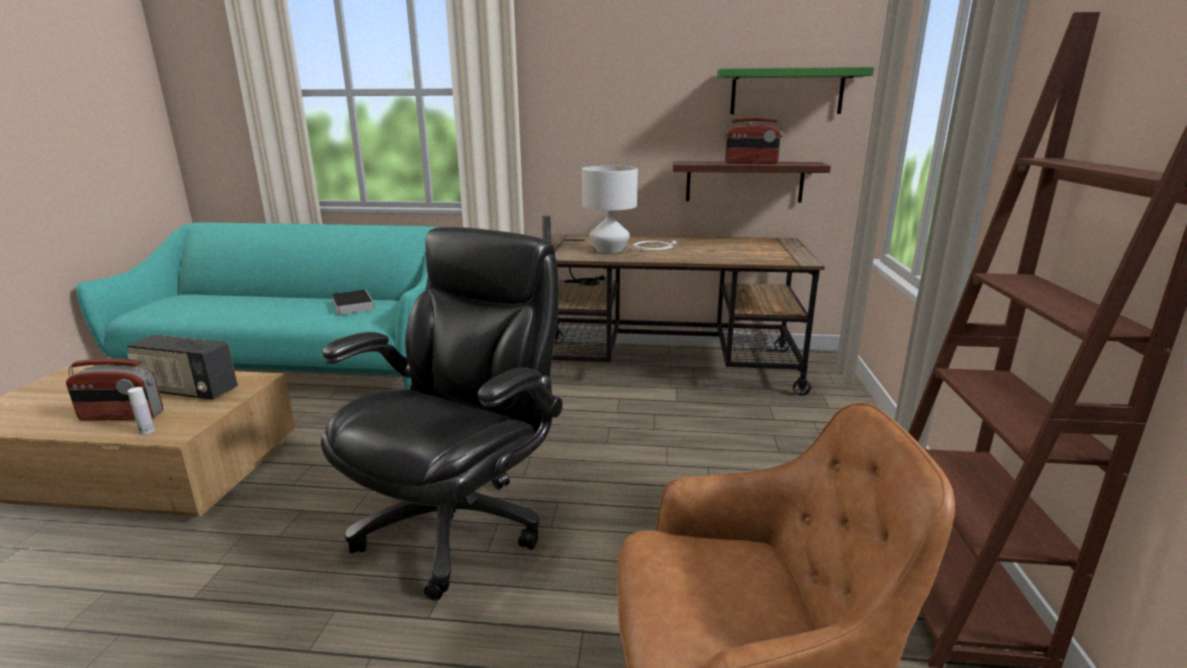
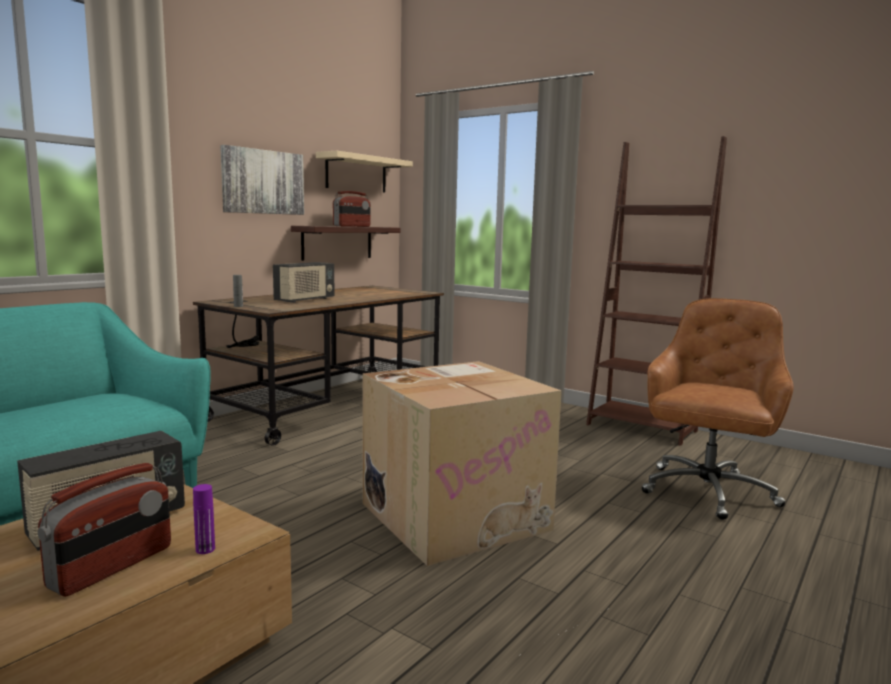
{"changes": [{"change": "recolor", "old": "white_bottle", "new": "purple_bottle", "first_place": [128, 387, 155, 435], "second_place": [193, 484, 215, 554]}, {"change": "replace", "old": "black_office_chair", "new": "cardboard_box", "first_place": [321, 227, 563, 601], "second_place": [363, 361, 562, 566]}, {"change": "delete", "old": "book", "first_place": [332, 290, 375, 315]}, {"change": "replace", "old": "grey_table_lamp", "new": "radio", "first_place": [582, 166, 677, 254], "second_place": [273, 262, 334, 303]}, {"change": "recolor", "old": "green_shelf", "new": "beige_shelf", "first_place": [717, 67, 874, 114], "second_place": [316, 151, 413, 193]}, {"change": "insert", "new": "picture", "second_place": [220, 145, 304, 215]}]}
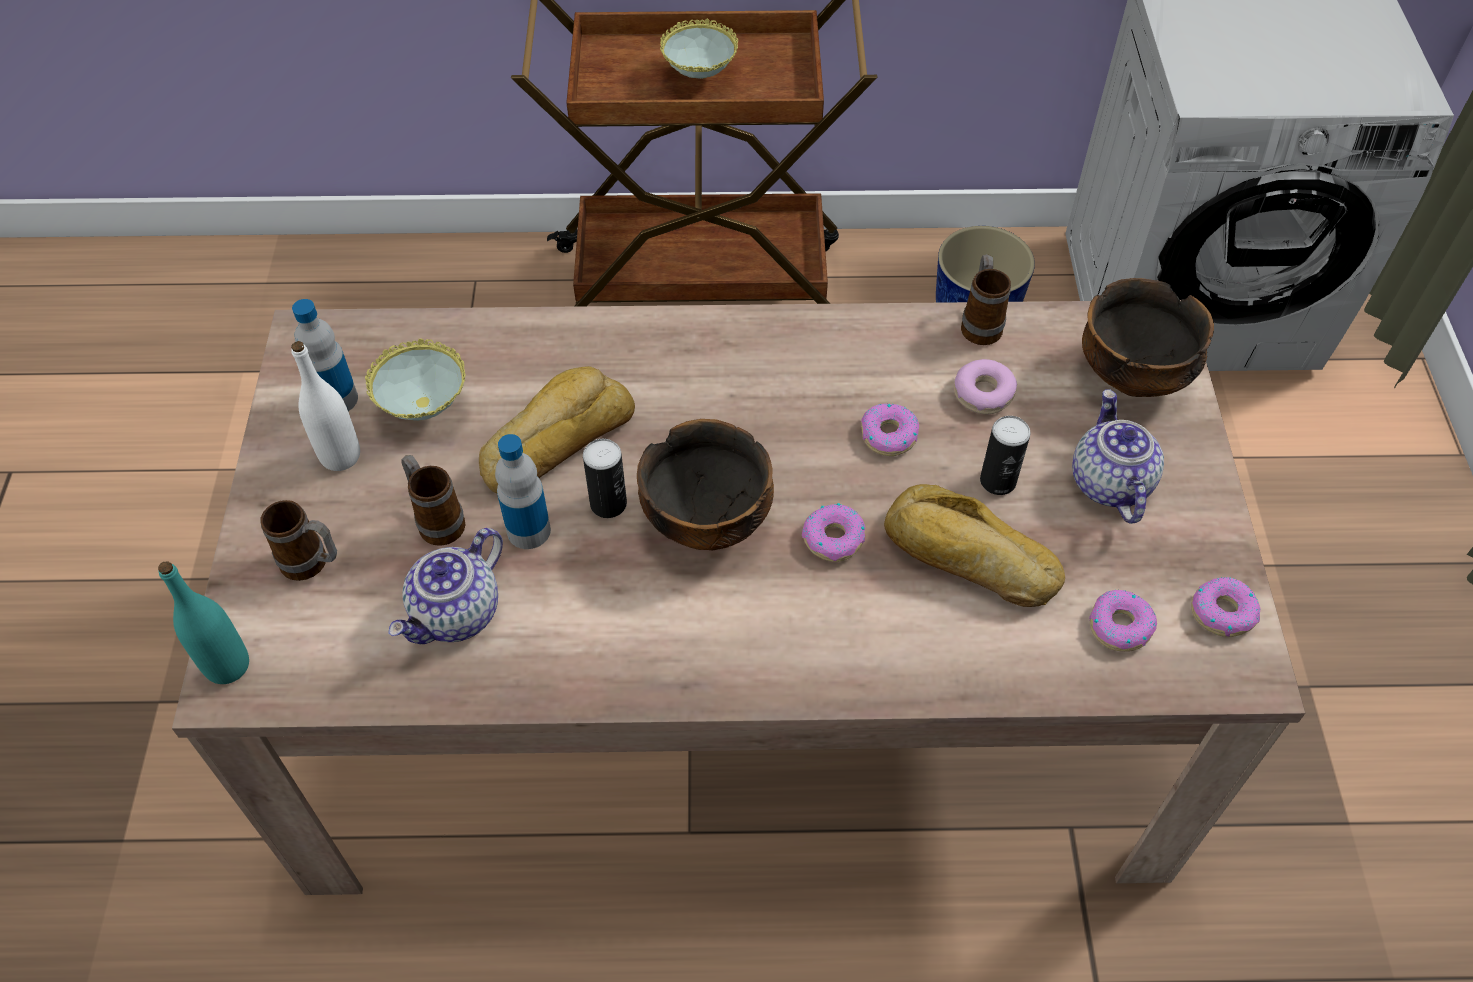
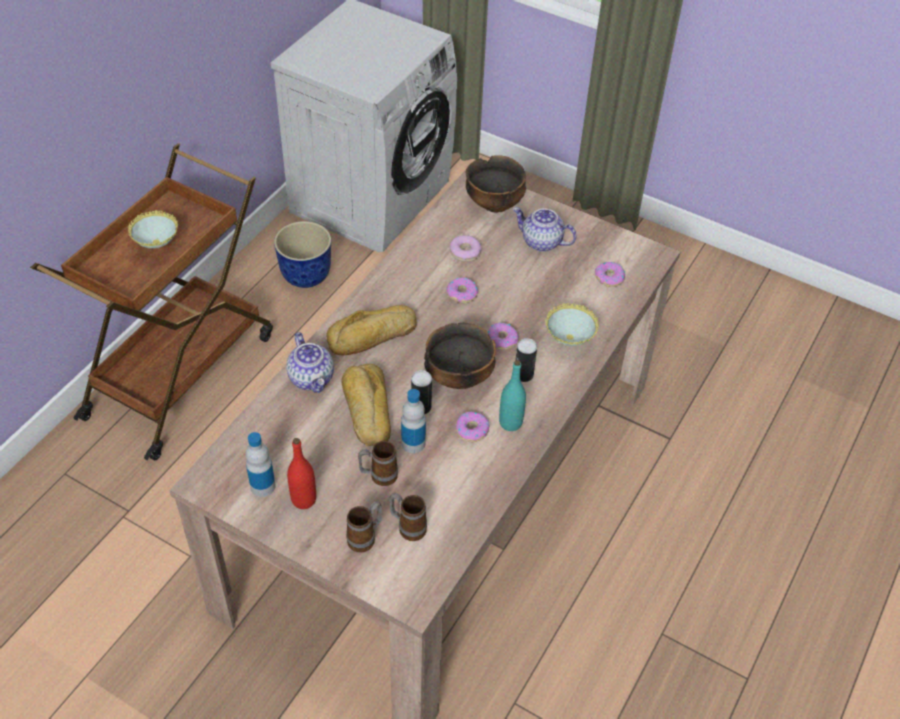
{"changes": [{"change": "move", "old": "turquoise_bottle", "first_place": [158, 561, 249, 684], "second_place": [499, 360, 526, 431]}, {"change": "recolor", "old": "white_bottle", "new": "red_bottle", "first_place": [291, 341, 360, 471], "second_place": [287, 438, 316, 509]}, {"change": "move", "old": "bowl", "first_place": [365, 338, 465, 421], "second_place": [545, 303, 599, 346]}, {"change": "move", "old": "teapot", "first_place": [388, 528, 503, 644], "second_place": [286, 332, 334, 393]}, {"change": "move", "old": "bread", "first_place": [884, 484, 1065, 607], "second_place": [326, 305, 417, 355]}, {"change": "move", "old": "mug", "first_place": [961, 254, 1011, 345], "second_place": [389, 493, 427, 541]}, {"change": "move", "old": "can", "first_place": [980, 416, 1031, 495], "second_place": [516, 338, 537, 382]}, {"change": "move", "old": "donut", "first_place": [1191, 577, 1261, 637], "second_place": [456, 411, 490, 442]}]}
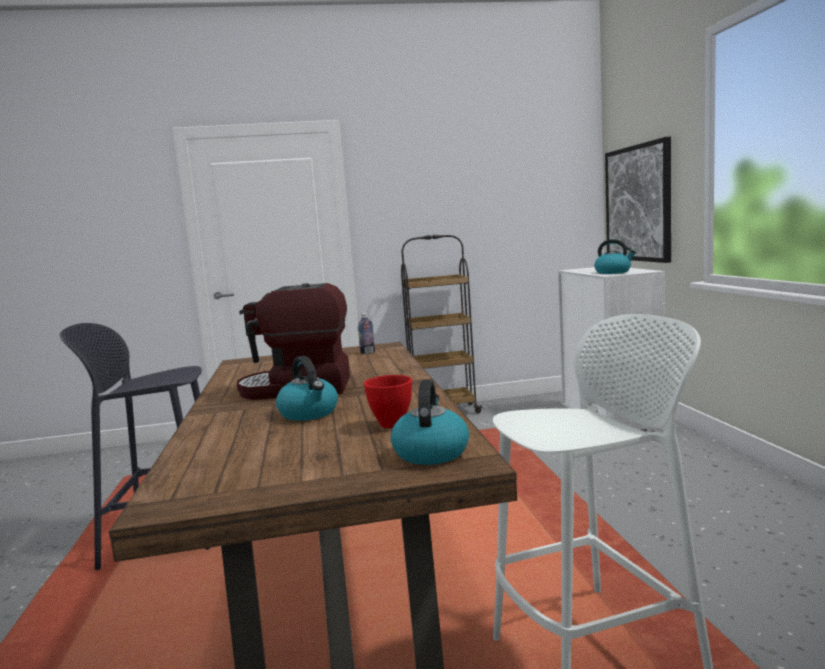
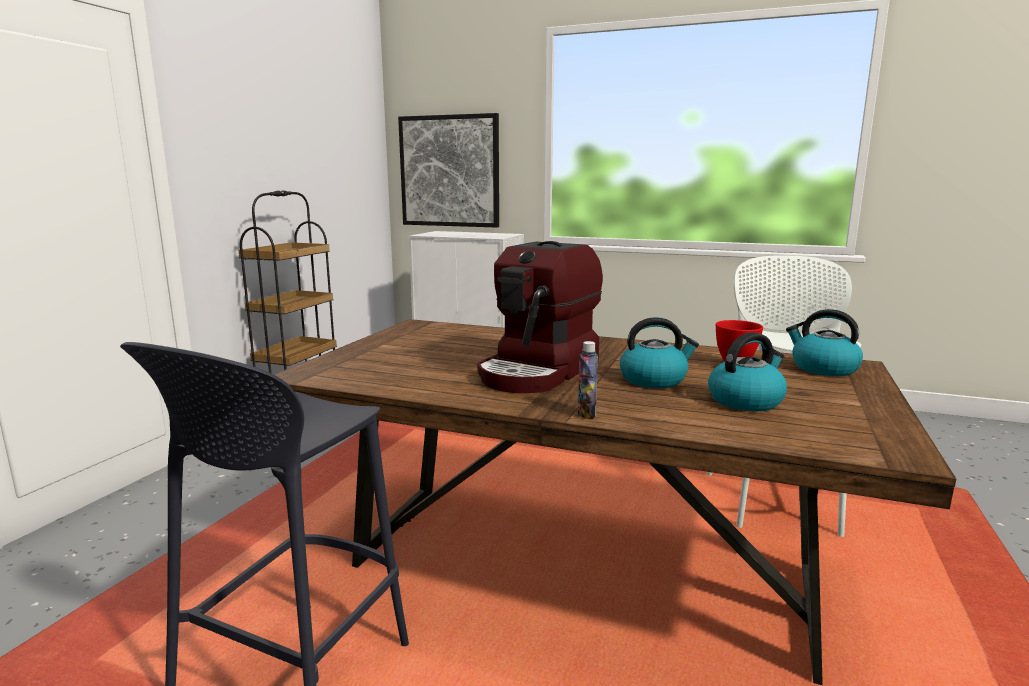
{"changes": [{"change": "move", "old": "bottle", "first_place": [358, 313, 375, 354], "second_place": [578, 341, 598, 419]}, {"change": "move", "old": "kettle", "first_place": [594, 239, 636, 274], "second_place": [708, 332, 787, 412]}]}
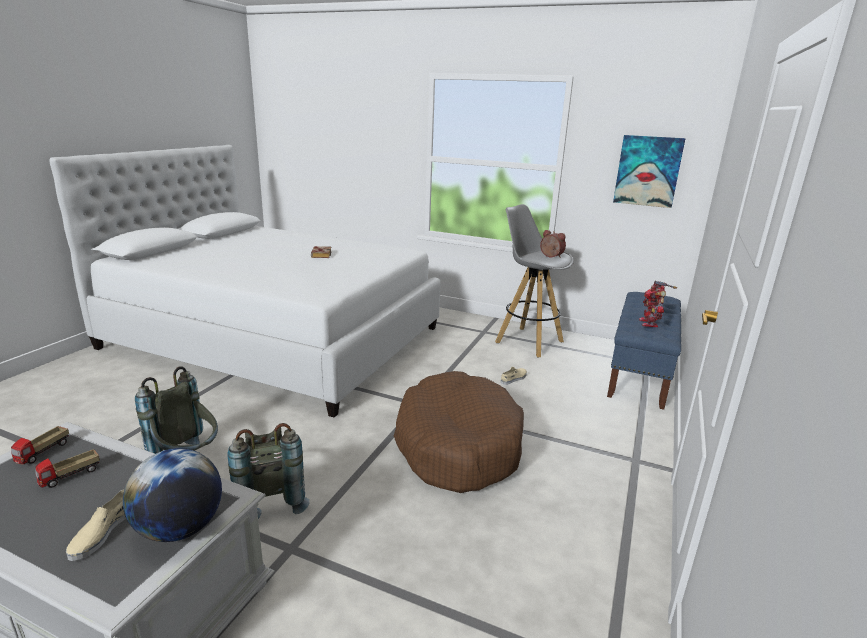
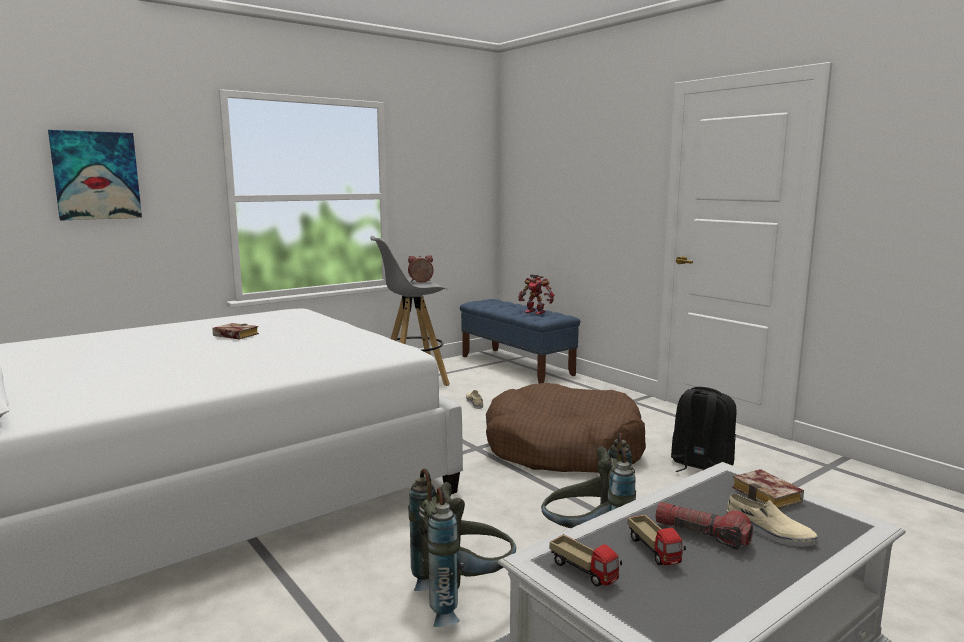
{"changes": [{"change": "replace", "old": "globe", "new": "book", "first_place": [123, 448, 222, 542], "second_place": [732, 469, 804, 509]}, {"change": "move", "old": "picture", "first_place": [613, 135, 686, 208], "second_place": [48, 130, 142, 220]}, {"change": "insert", "new": "flashlight", "second_place": [655, 502, 753, 550]}, {"change": "insert", "new": "black_backpack", "second_place": [671, 387, 736, 472]}]}
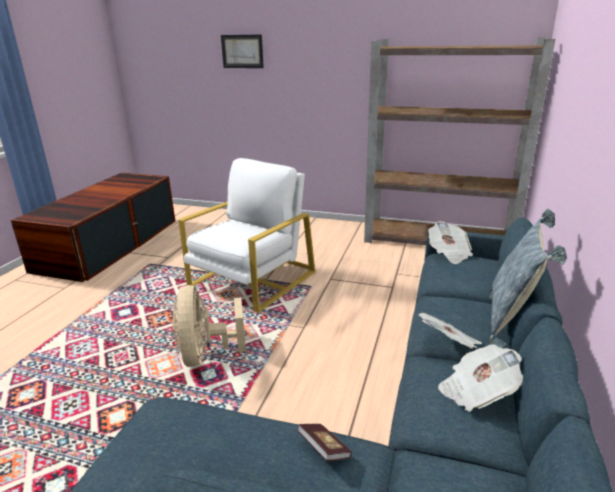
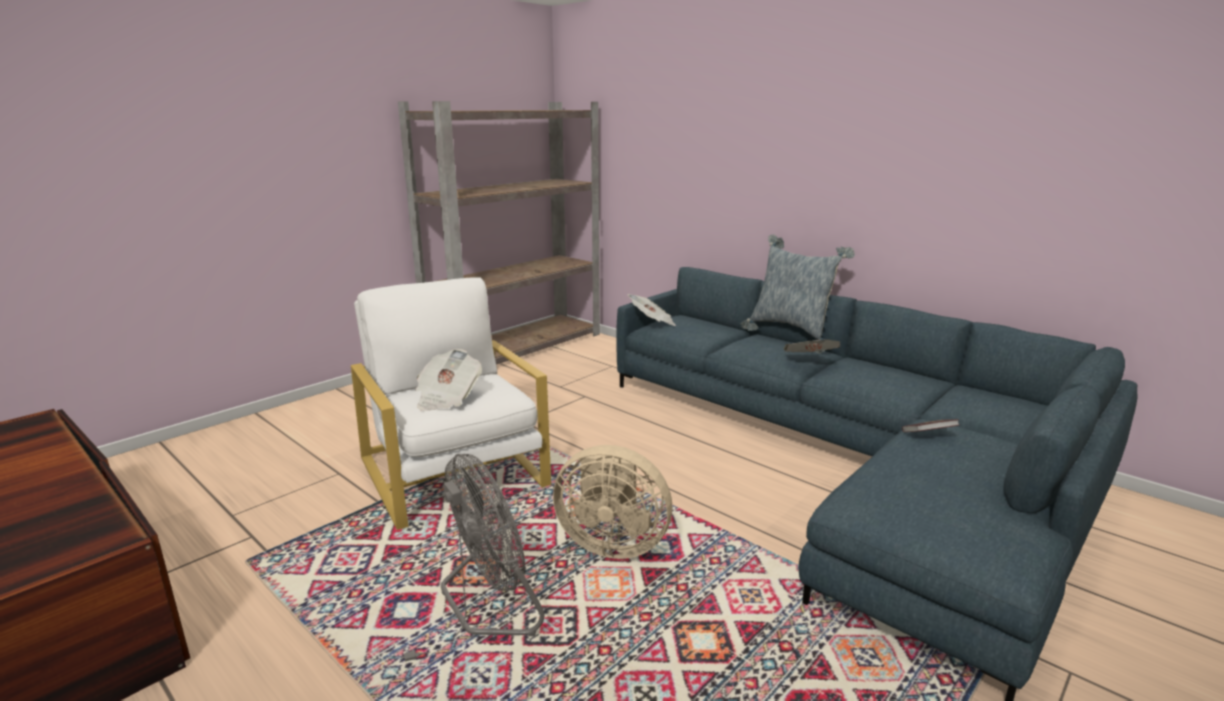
{"changes": [{"change": "delete", "old": "picture", "first_place": [221, 34, 264, 68]}, {"change": "move", "old": "newspaper", "first_place": [438, 344, 523, 412], "second_place": [415, 349, 482, 411]}, {"change": "insert", "new": "grey_fan", "second_place": [401, 454, 544, 662]}]}
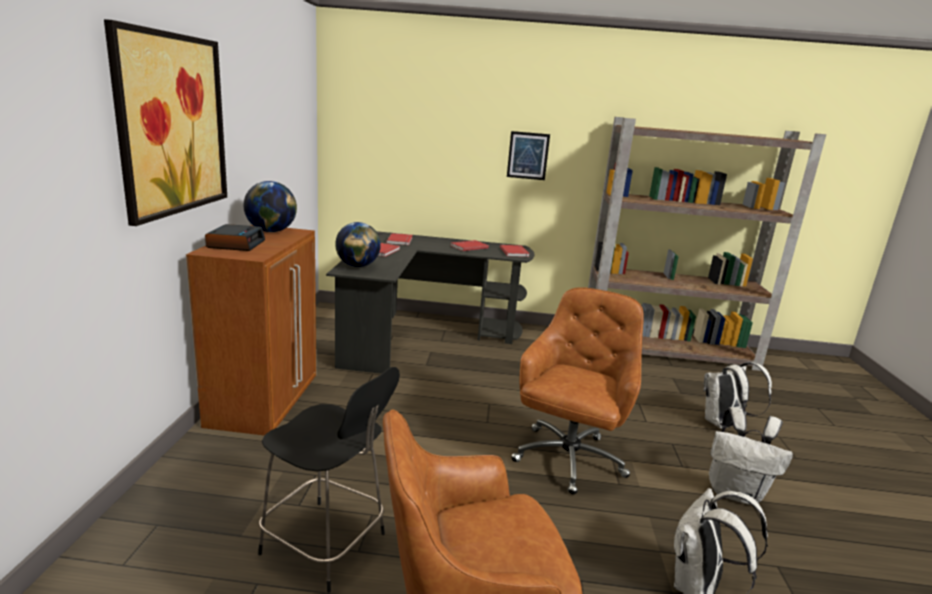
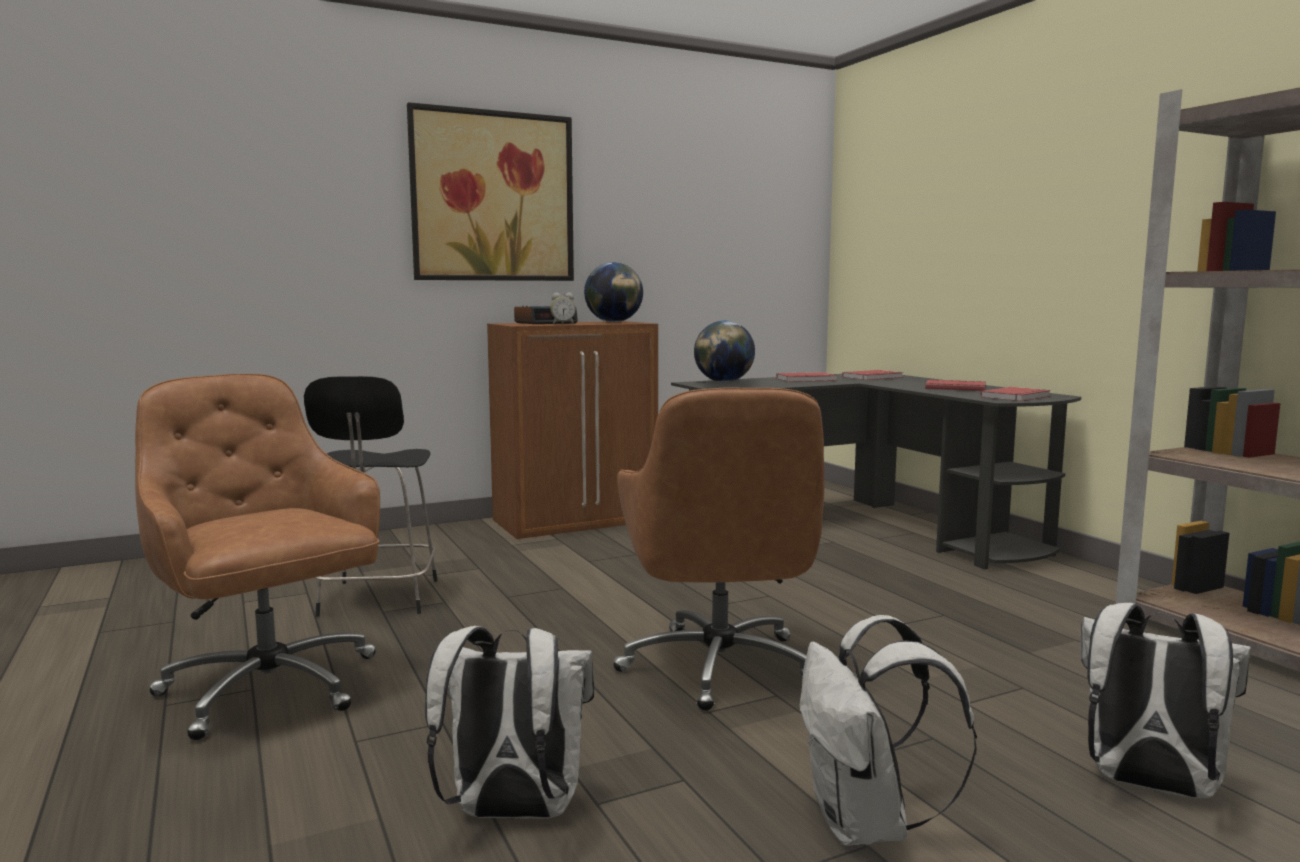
{"changes": [{"change": "delete", "old": "picture", "first_place": [507, 131, 550, 180]}, {"change": "rotate", "old": "brown_office_chair", "first_place": [512, 287, 644, 495], "second_place": [613, 387, 824, 711], "degrees": 90}, {"change": "insert", "new": "alarm_clock", "second_place": [550, 293, 576, 324]}]}
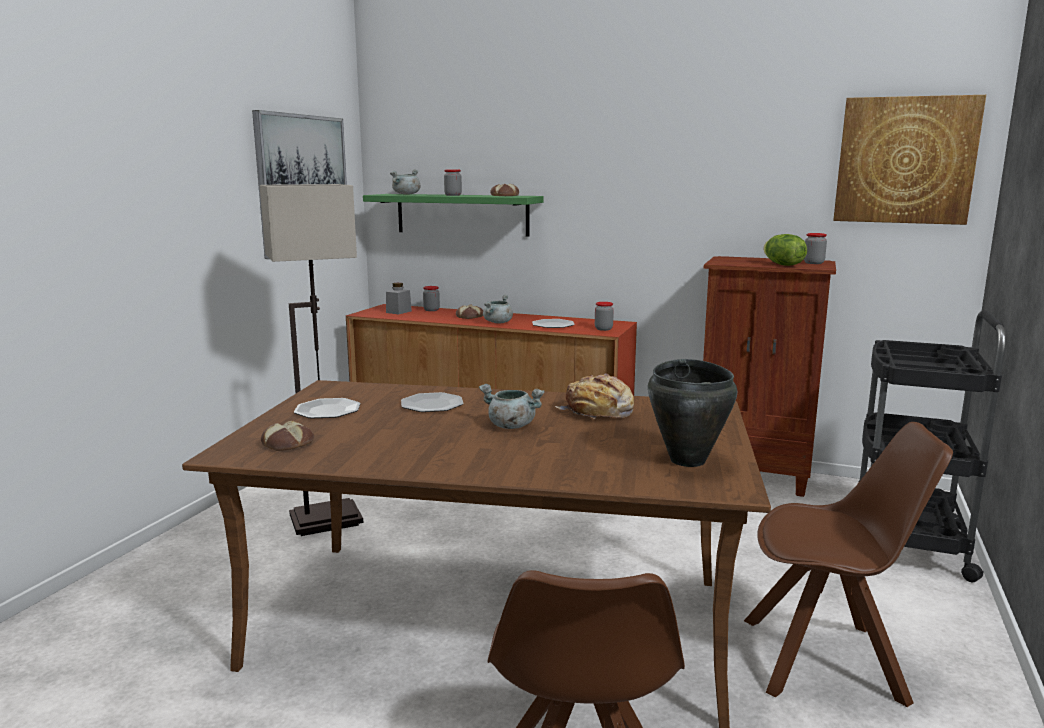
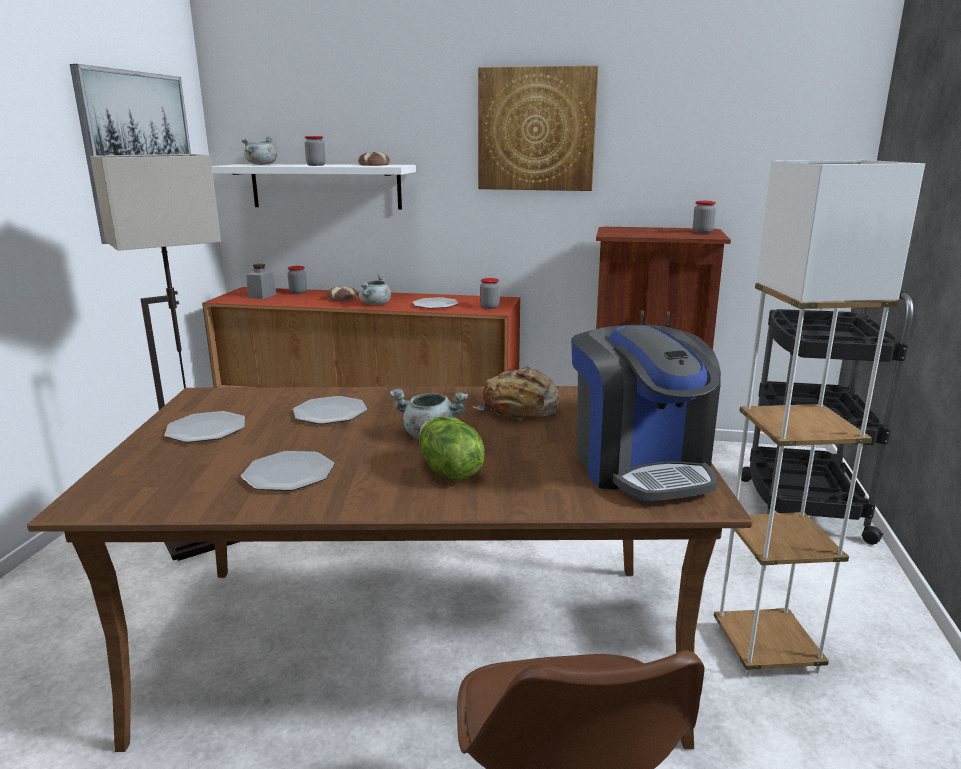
{"changes": [{"change": "delete", "old": "bread", "first_place": [261, 420, 314, 451]}, {"change": "recolor", "old": "green_shelf", "new": "white_shelf", "first_place": [363, 194, 544, 237], "second_place": [212, 164, 416, 210]}, {"change": "replace", "old": "black_cooking_pot", "new": "coffee_machine", "first_place": [648, 359, 737, 467], "second_place": [571, 325, 721, 502]}, {"change": "replace", "old": "brown_chair", "new": "white_floor_lamp", "first_place": [744, 422, 953, 707], "second_place": [714, 160, 925, 677]}, {"change": "move", "old": "lettuce", "first_place": [764, 234, 807, 266], "second_place": [419, 416, 485, 481]}, {"change": "move", "old": "picture", "first_place": [833, 95, 986, 225], "second_place": [478, 66, 599, 191]}, {"change": "insert", "new": "plate", "second_place": [241, 451, 335, 491]}]}
